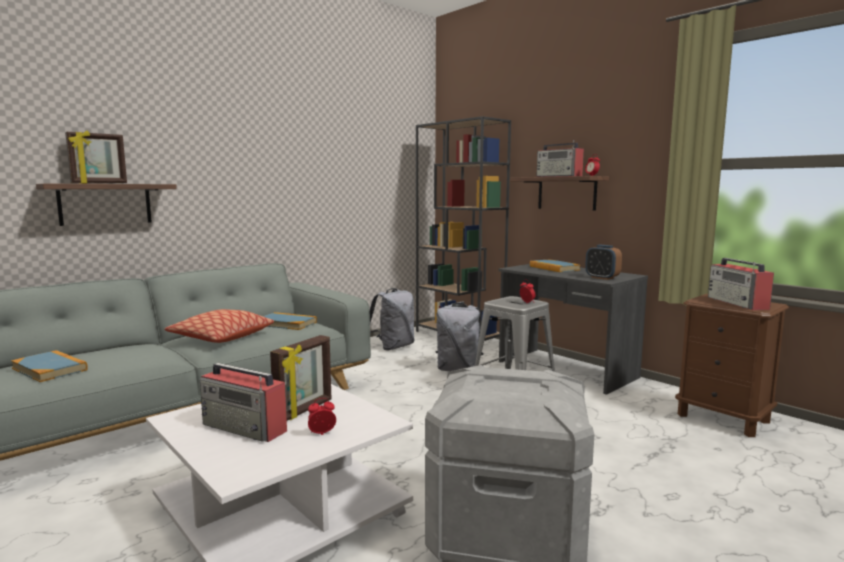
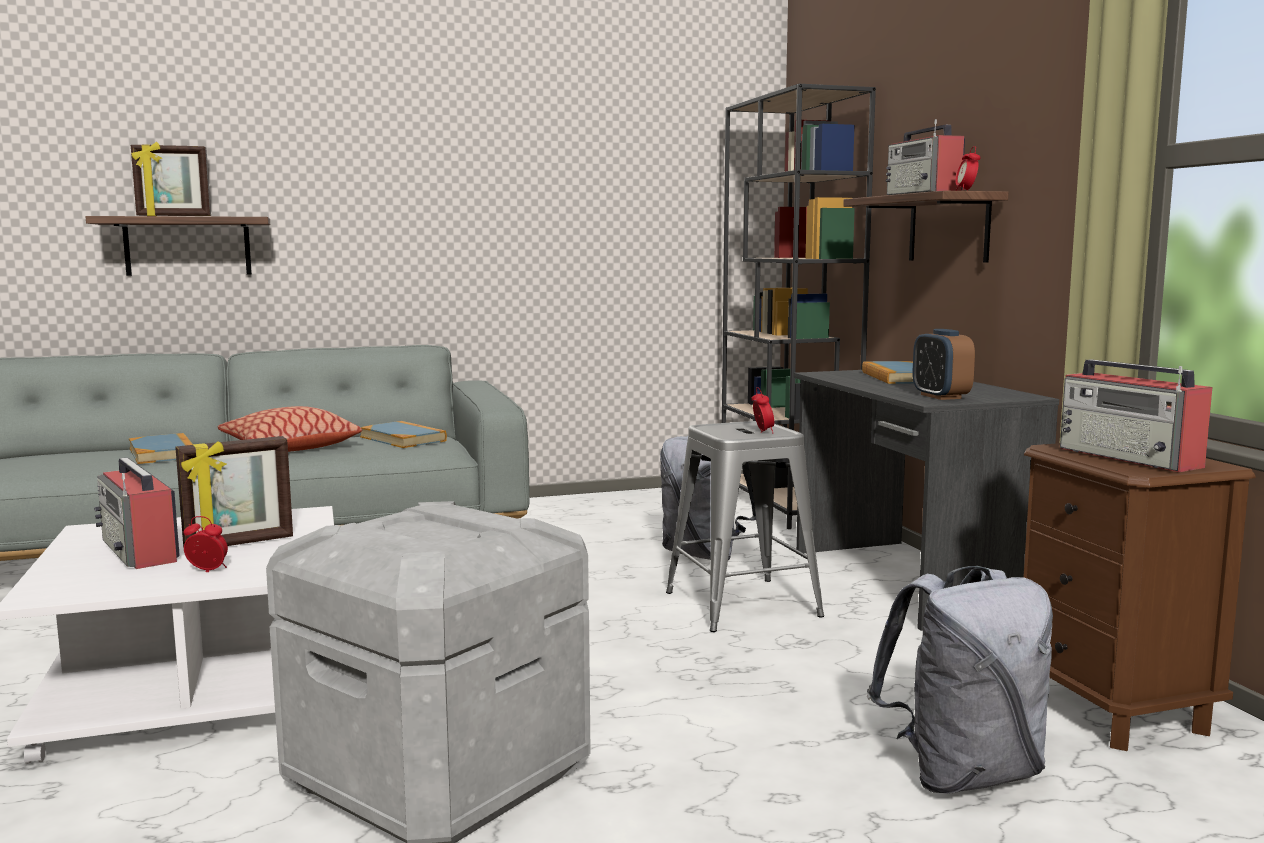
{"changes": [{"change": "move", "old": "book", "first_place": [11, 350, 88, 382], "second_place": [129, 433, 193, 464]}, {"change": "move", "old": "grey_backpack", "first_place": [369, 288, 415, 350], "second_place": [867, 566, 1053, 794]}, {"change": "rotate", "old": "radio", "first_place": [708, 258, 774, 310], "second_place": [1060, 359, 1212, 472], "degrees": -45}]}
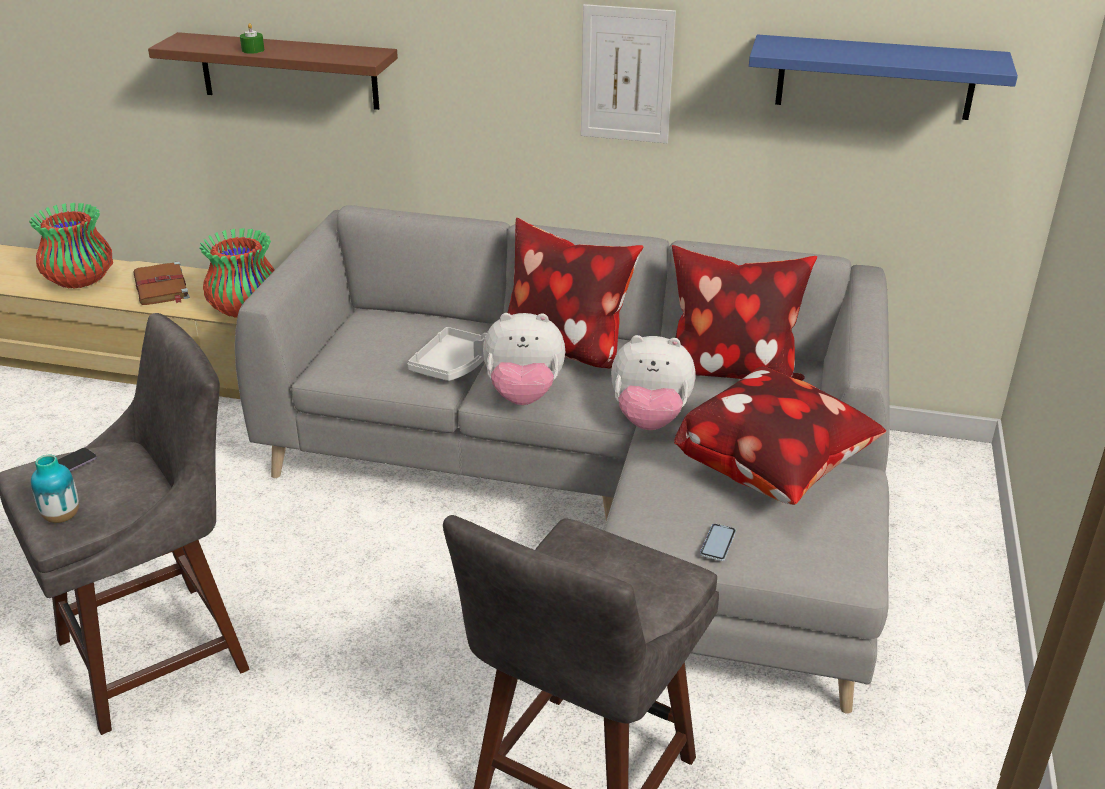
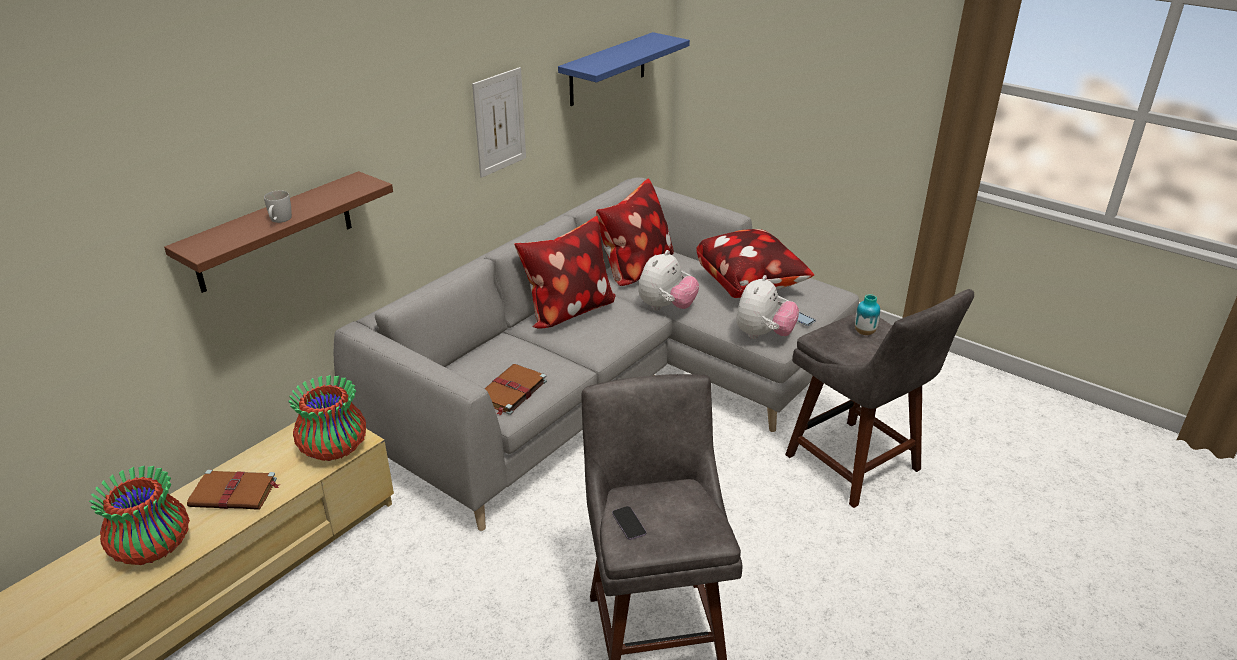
{"changes": [{"change": "move", "old": "vase", "first_place": [31, 455, 79, 523], "second_place": [855, 294, 880, 335]}, {"change": "replace", "old": "green_candle", "new": "white_mug", "first_place": [240, 23, 264, 54], "second_place": [264, 191, 292, 223]}, {"change": "delete", "old": "grey_tray", "first_place": [407, 327, 487, 381]}, {"change": "move", "old": "plush_toy", "first_place": [483, 313, 565, 405], "second_place": [736, 275, 799, 339]}, {"change": "insert", "new": "brown_book", "second_place": [485, 364, 547, 415]}]}
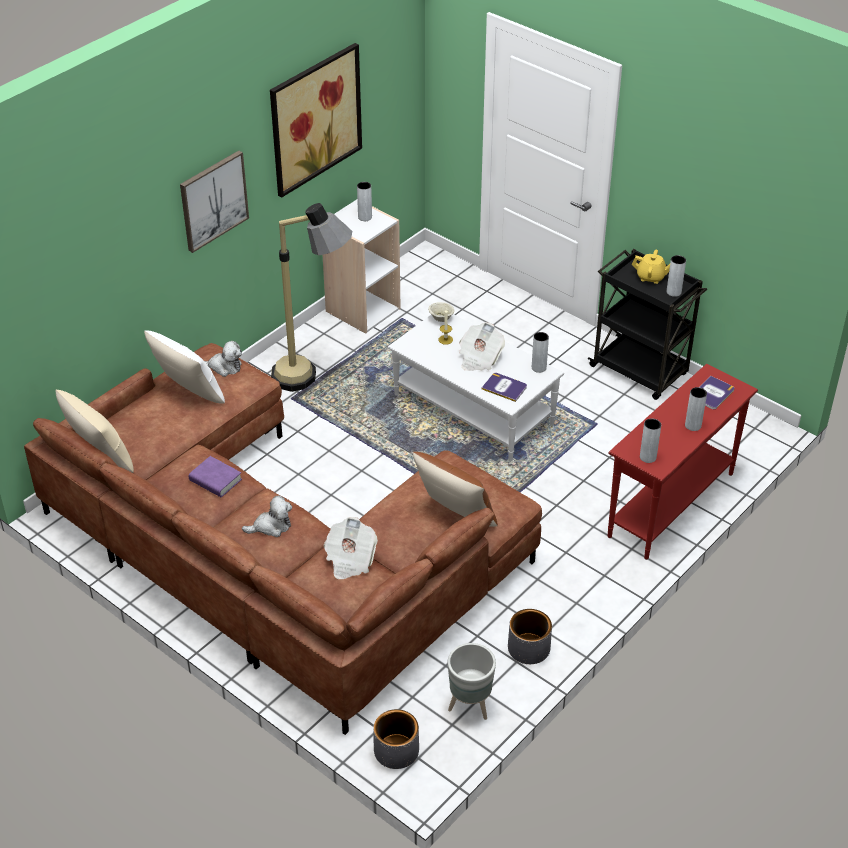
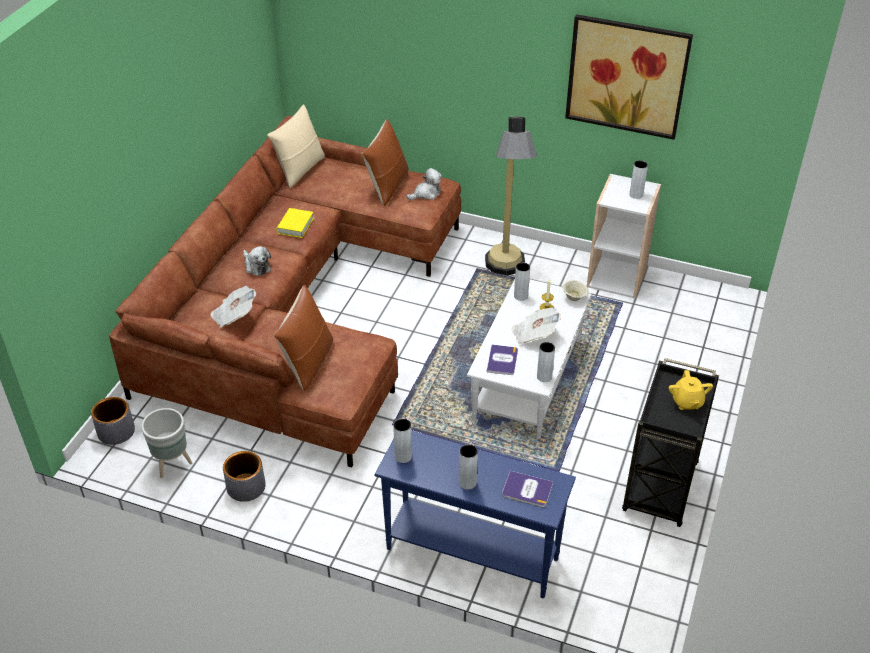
{"changes": [{"change": "recolor", "old": "white_pillow", "new": "brown_pillow", "first_place": [144, 330, 225, 404], "second_place": [362, 119, 408, 206]}, {"change": "delete", "old": "picture", "first_place": [180, 151, 249, 253]}, {"change": "recolor", "old": "purple_book", "new": "yellow_book", "first_place": [189, 456, 242, 497], "second_place": [276, 208, 314, 238]}, {"change": "rotate", "old": "plush_toy", "first_place": [204, 341, 242, 377], "second_place": [406, 168, 442, 200], "degrees": -105}, {"change": "recolor", "old": "red_console_table", "new": "blue_console_table", "first_place": [607, 364, 758, 560], "second_place": [375, 431, 576, 598]}, {"change": "move", "old": "grey_vase", "first_place": [667, 255, 686, 297], "second_place": [514, 262, 530, 301]}]}
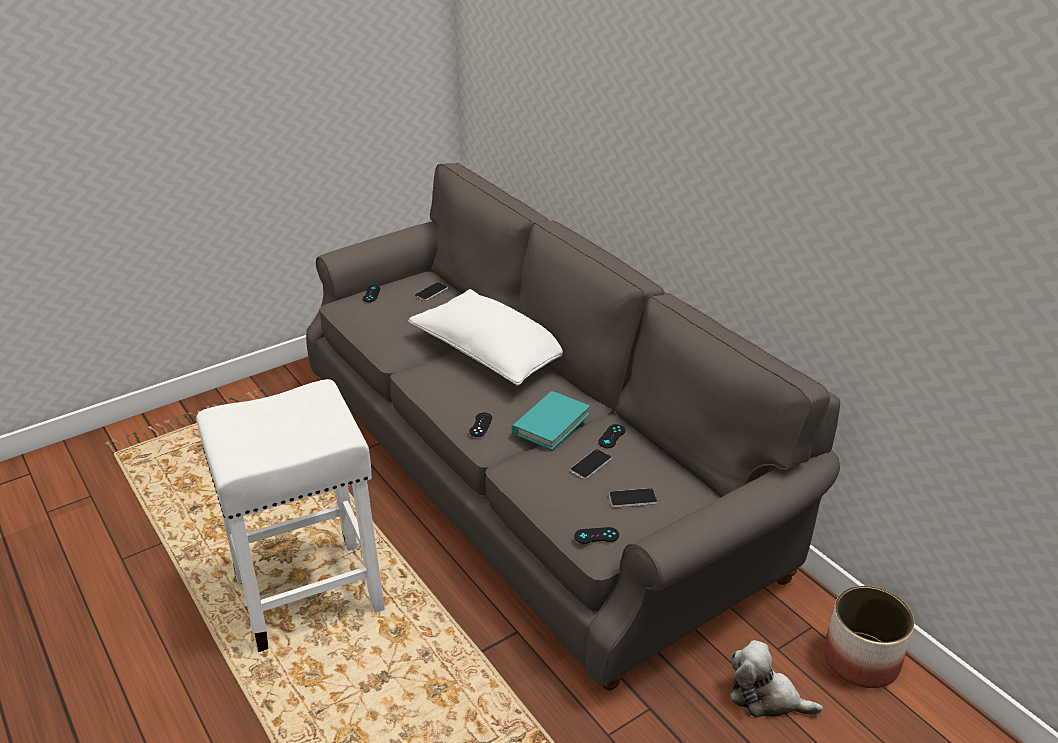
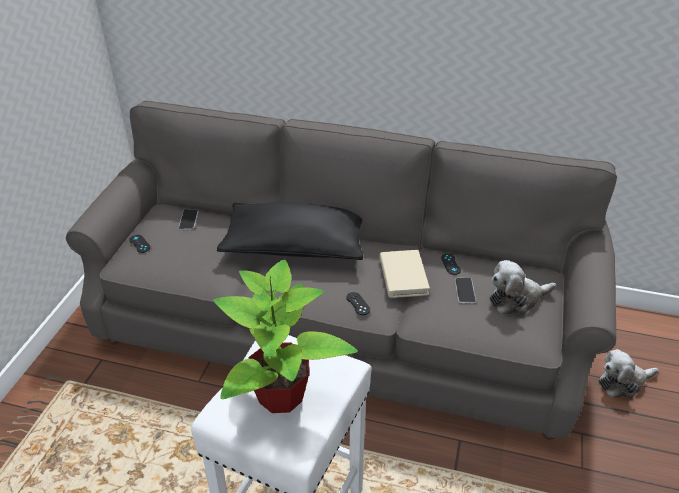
{"changes": [{"change": "recolor", "old": "white_pillow", "new": "black_pillow", "first_place": [408, 289, 563, 386], "second_place": [217, 202, 363, 260]}, {"change": "recolor", "old": "turquoise_book", "new": "beige_book", "first_place": [512, 391, 590, 450], "second_place": [379, 250, 430, 298]}, {"change": "delete", "old": "black_game_controller", "first_place": [574, 527, 619, 544]}, {"change": "replace", "old": "phone", "new": "plush_toy", "first_place": [609, 488, 658, 508], "second_place": [489, 260, 556, 315]}, {"change": "delete", "old": "planter", "first_place": [824, 586, 914, 688]}, {"change": "insert", "new": "potted_plant", "second_place": [213, 259, 358, 413]}]}
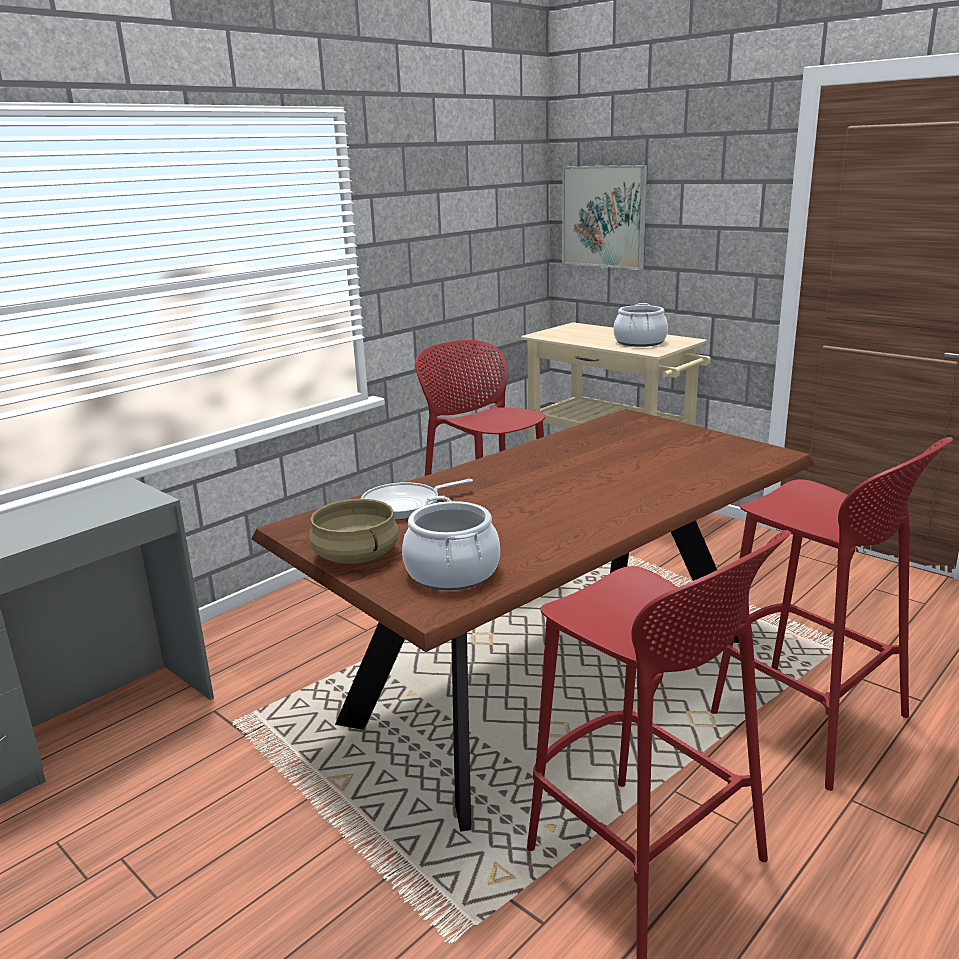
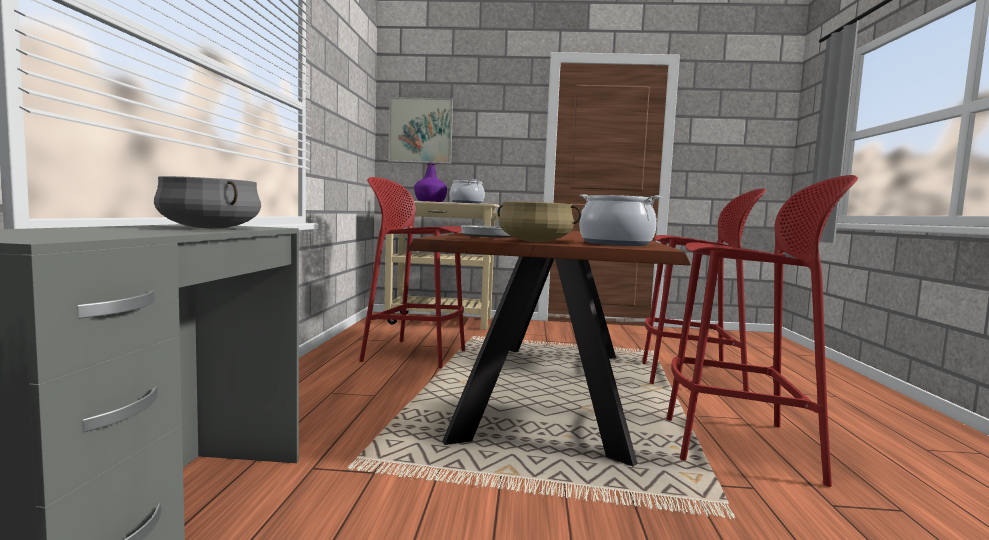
{"changes": [{"change": "insert", "new": "grey_cooking_pot", "second_place": [154, 176, 261, 229]}, {"change": "insert", "new": "purple_bottle", "second_place": [414, 162, 447, 202]}]}
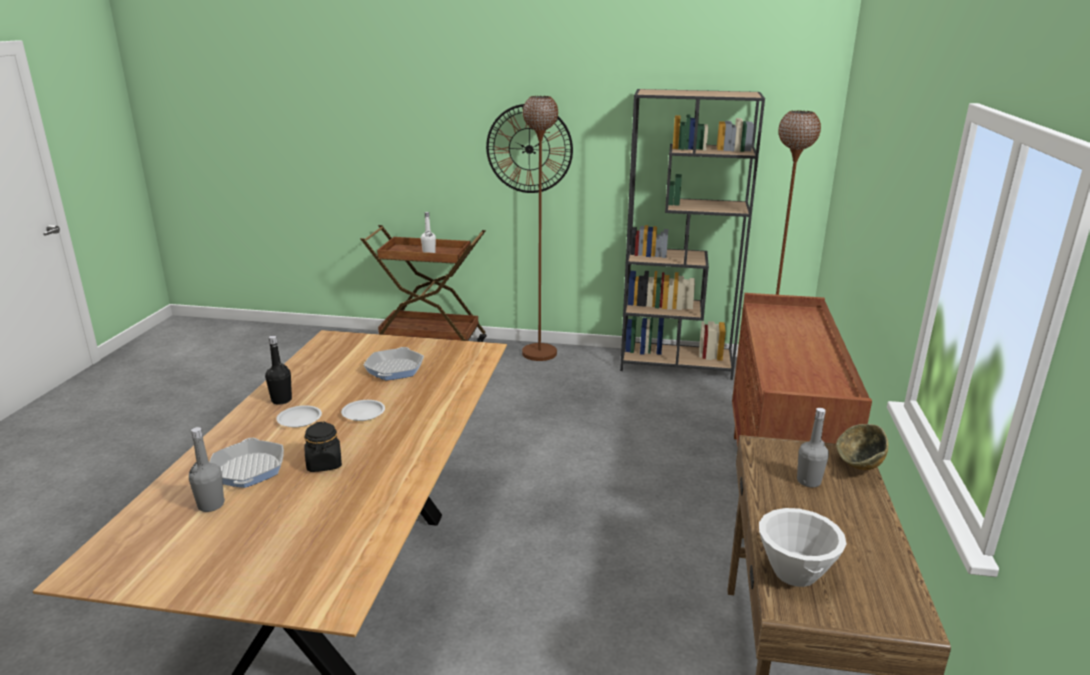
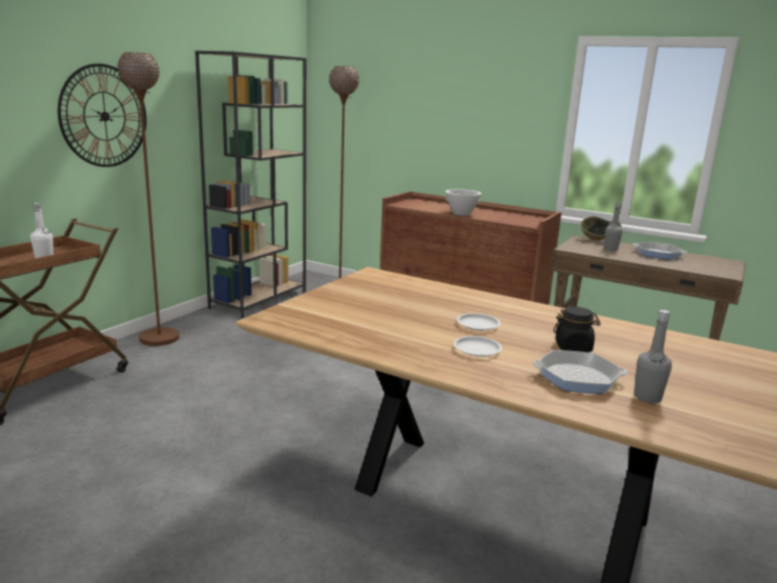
{"changes": [{"change": "delete", "old": "black_bottle", "first_place": [265, 336, 292, 405]}, {"change": "move", "old": "frying_pan", "first_place": [363, 347, 424, 380], "second_place": [633, 242, 687, 259]}, {"change": "move", "old": "white_bowl", "first_place": [759, 508, 846, 587], "second_place": [446, 189, 481, 215]}]}
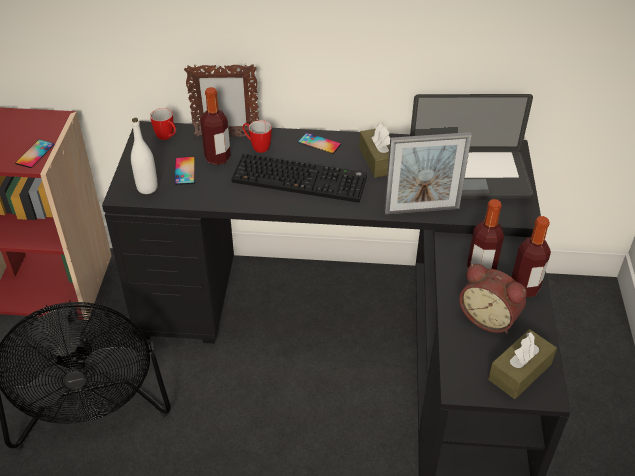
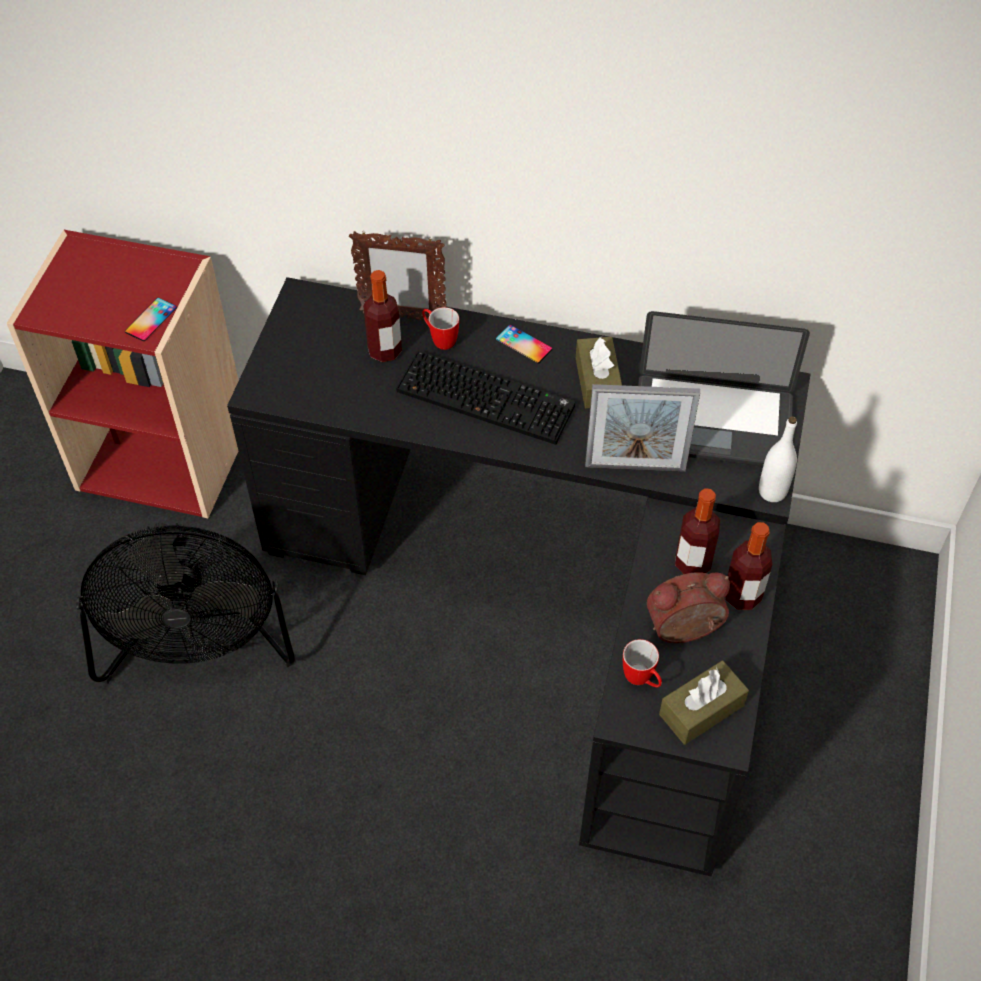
{"changes": [{"change": "move", "old": "white_bottle", "first_place": [131, 118, 158, 194], "second_place": [759, 416, 797, 502]}, {"change": "move", "old": "mug", "first_place": [150, 108, 176, 140], "second_place": [623, 639, 662, 687]}, {"change": "delete", "old": "phone", "first_place": [175, 157, 195, 185]}, {"change": "rotate", "old": "alarm_clock", "first_place": [459, 264, 527, 333], "second_place": [647, 572, 730, 643], "degrees": 120}]}
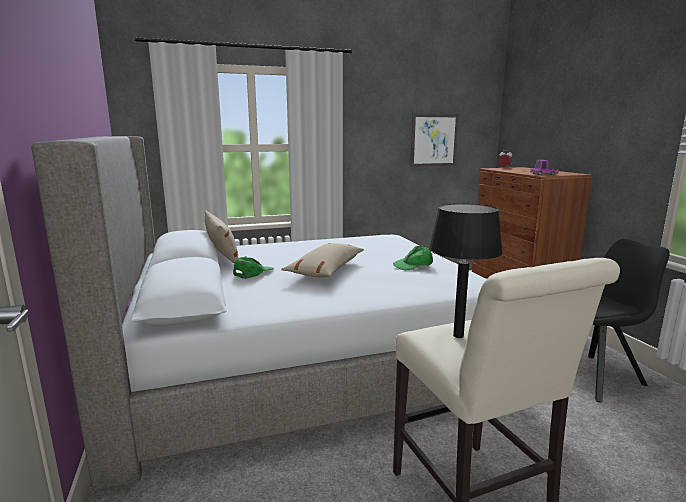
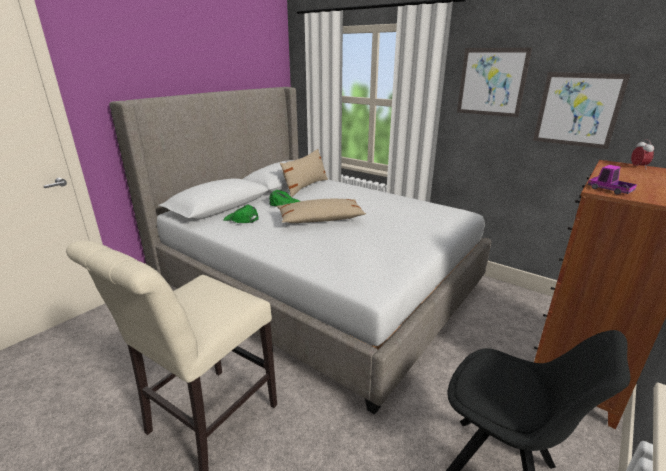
{"changes": [{"change": "move", "old": "green_cap", "first_place": [393, 246, 433, 271], "second_place": [223, 205, 259, 223]}, {"change": "delete", "old": "black_table_lamp", "first_place": [429, 203, 503, 338]}, {"change": "insert", "new": "picture", "second_place": [457, 48, 532, 118]}]}
